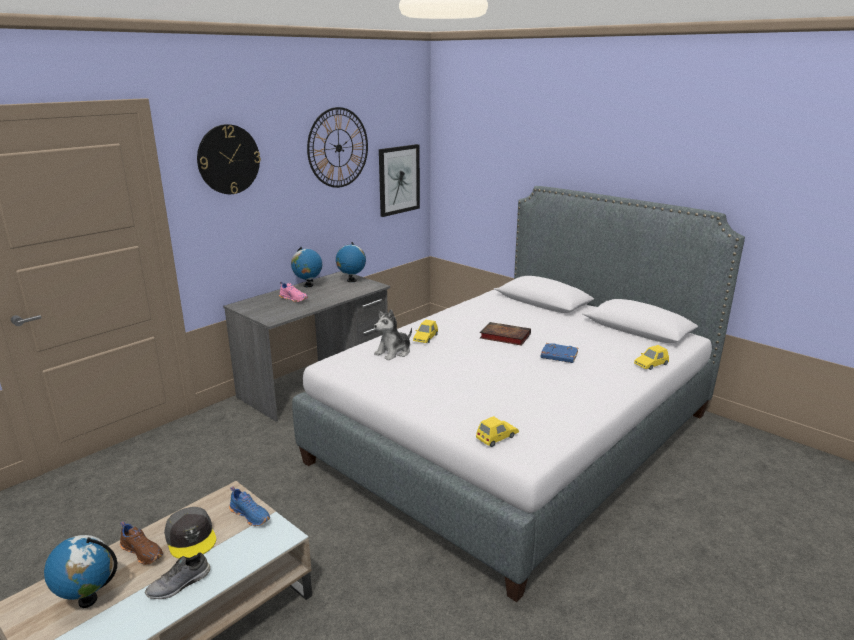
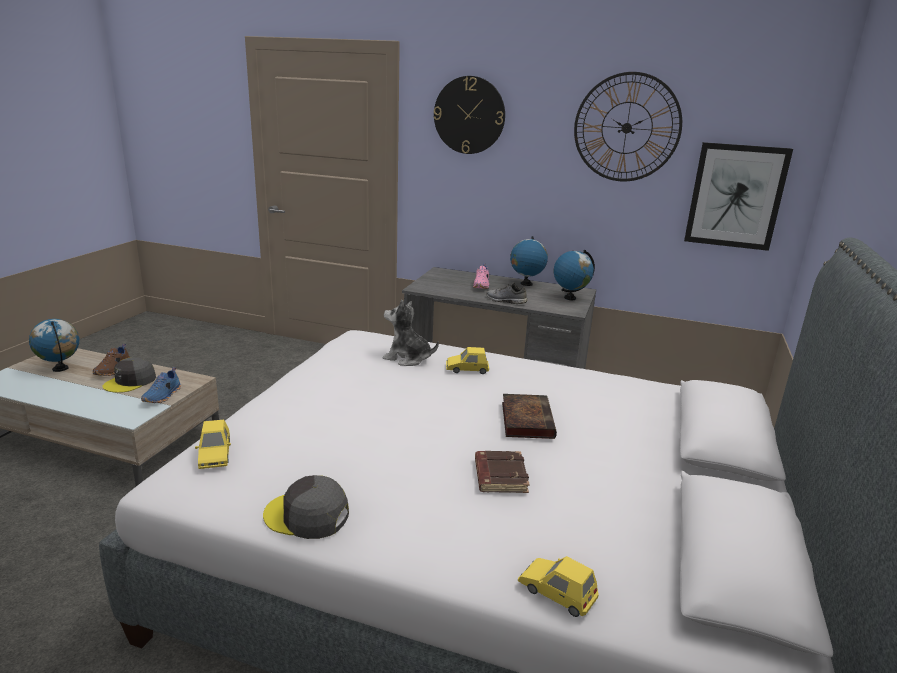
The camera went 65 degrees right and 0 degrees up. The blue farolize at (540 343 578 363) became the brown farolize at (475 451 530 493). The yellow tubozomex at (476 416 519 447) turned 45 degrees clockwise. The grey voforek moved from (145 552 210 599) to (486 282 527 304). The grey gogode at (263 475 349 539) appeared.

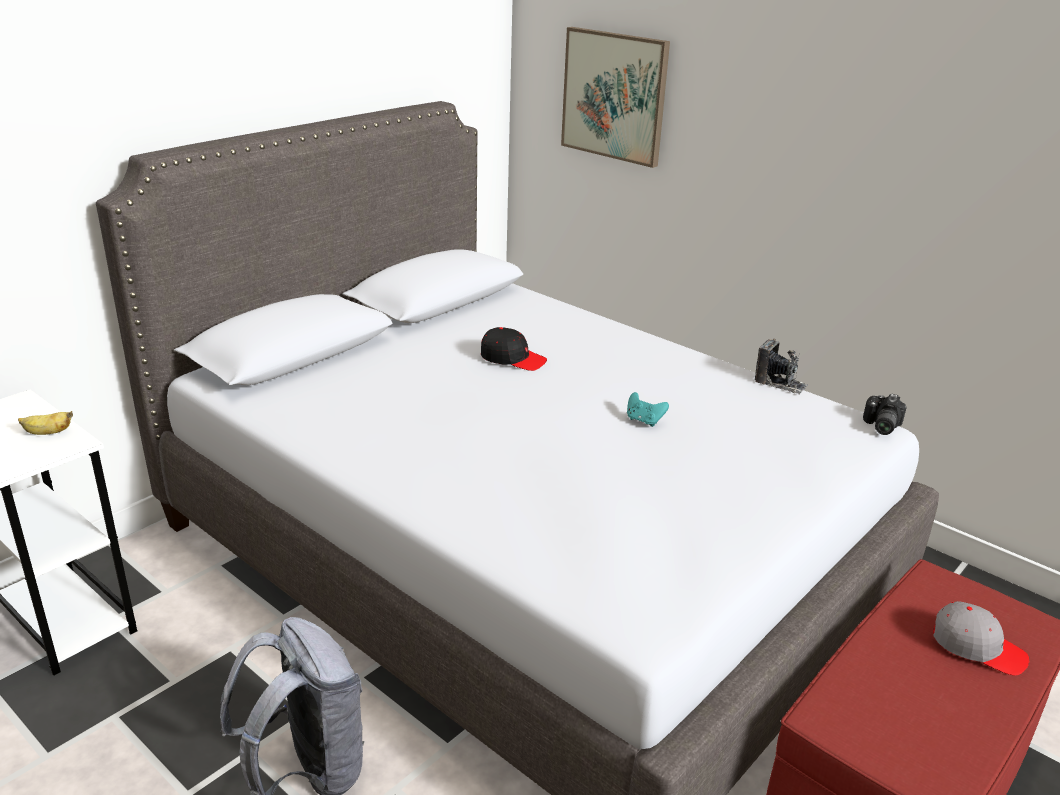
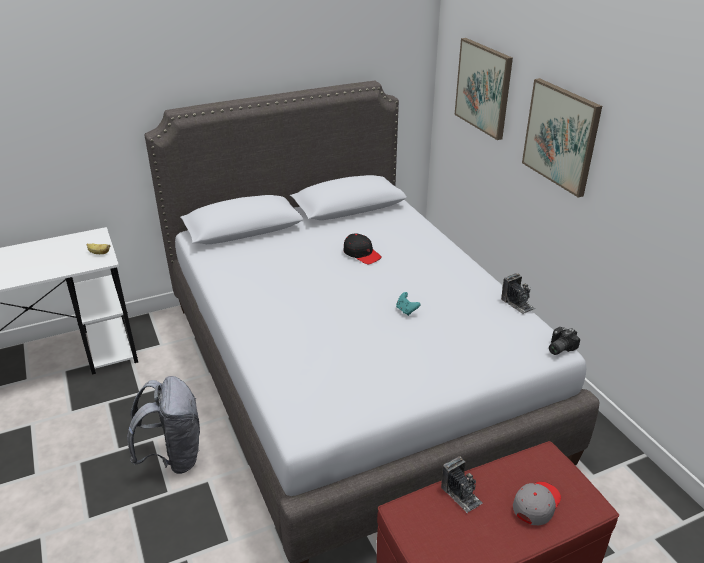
The camera went 25 degrees right and 5 degrees up. The grey gogode at (933 601 1030 675) turned 105 degrees counterclockwise. The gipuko at (522 78 602 198) appeared. The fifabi at (441 456 482 513) appeared.

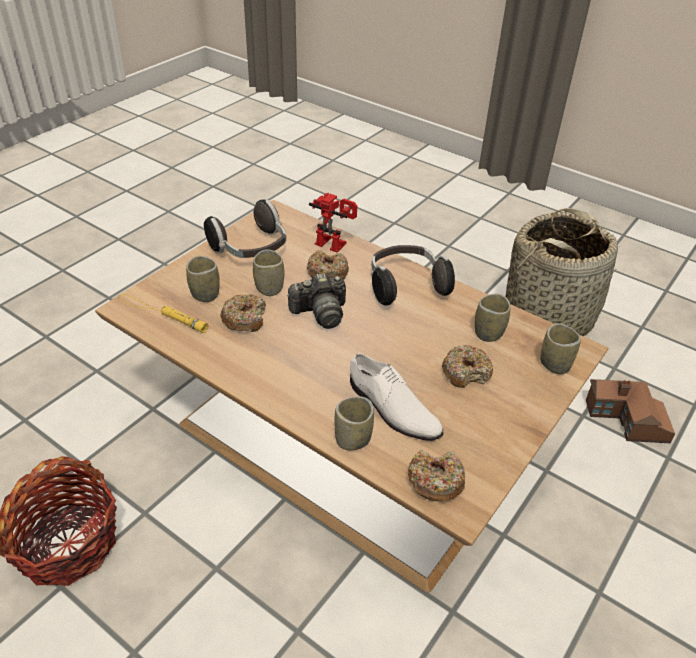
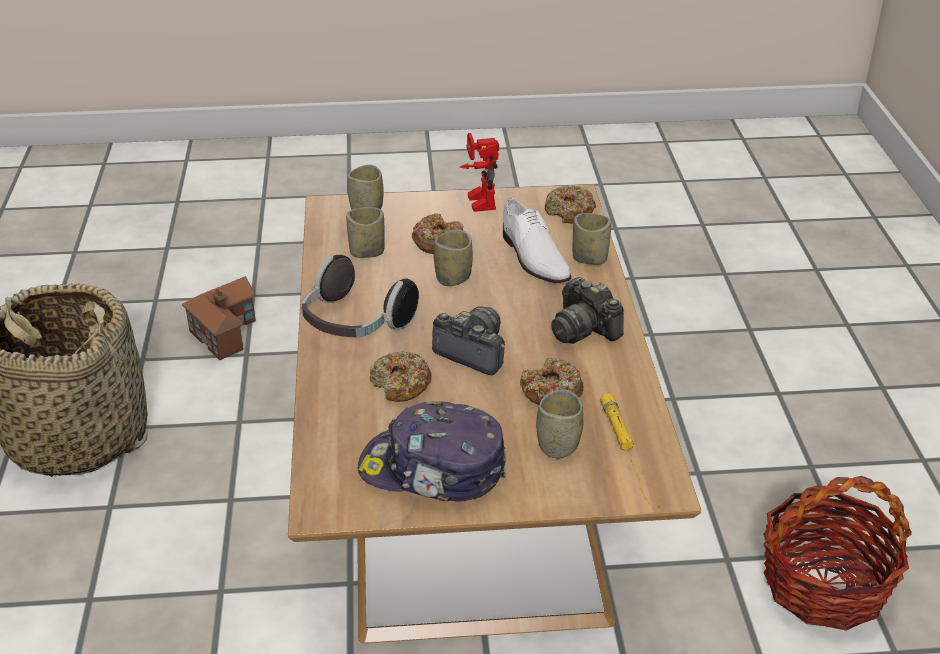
The camera went 130 degrees left and 5 degrees down. The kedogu moved from (309 193 357 253) to (460 133 499 212). The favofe at (204 200 286 258) was replaced by the gogode at (358 401 506 501). The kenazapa moved from (253 249 285 296) to (434 230 473 286). The white voforek at (350 353 443 441) turned 150 degrees clockwise. The fifabi at (551 277 624 344) appeared.

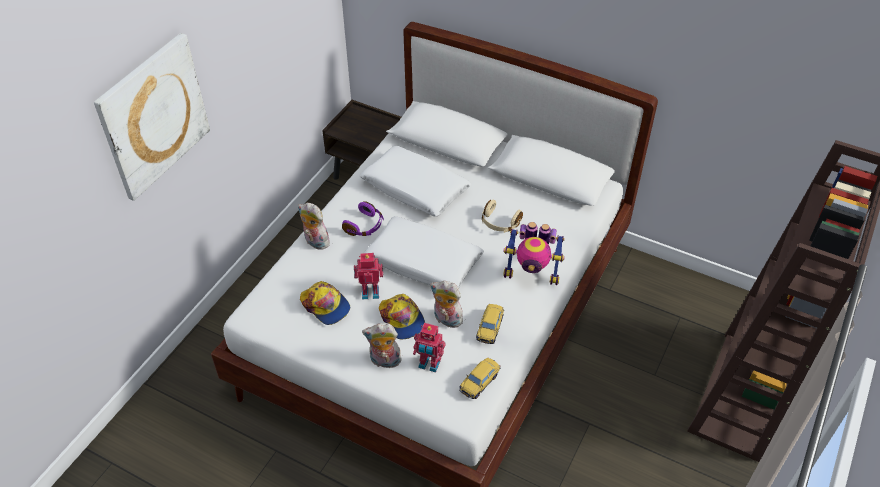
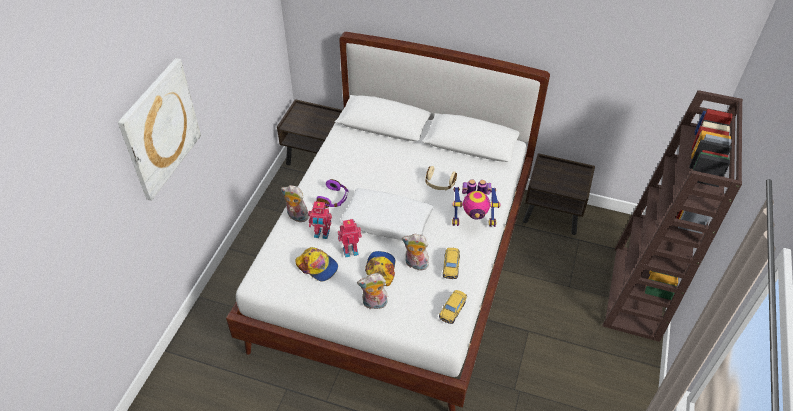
The camera went 10 degrees left and 0 degrees up. The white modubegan at (360 146 471 217) disappeared. The gogode at (379 294 425 339) turned 135 degrees counterclockwise. The kedogu moved from (413 323 446 372) to (308 201 332 239). The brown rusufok at (523 153 595 235) appeared.

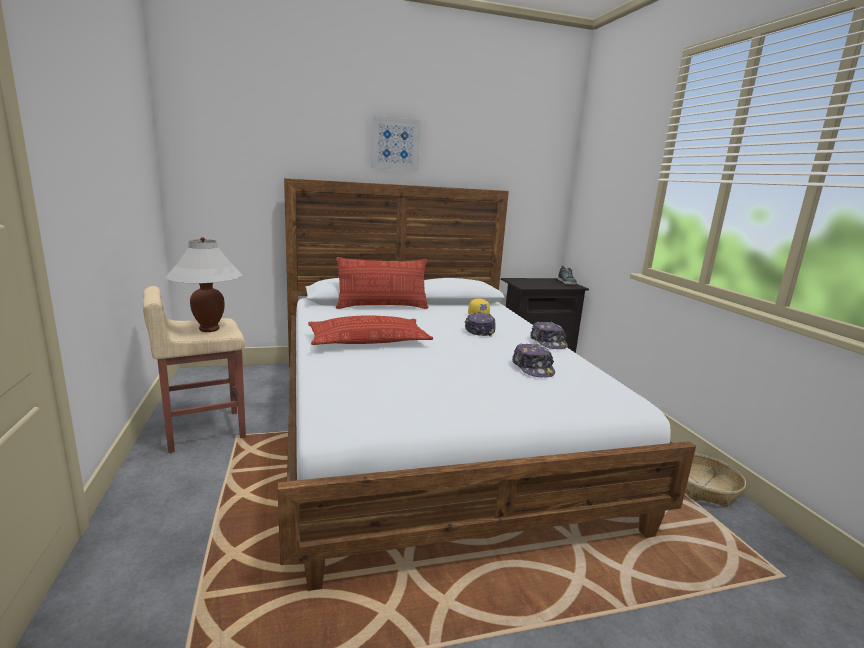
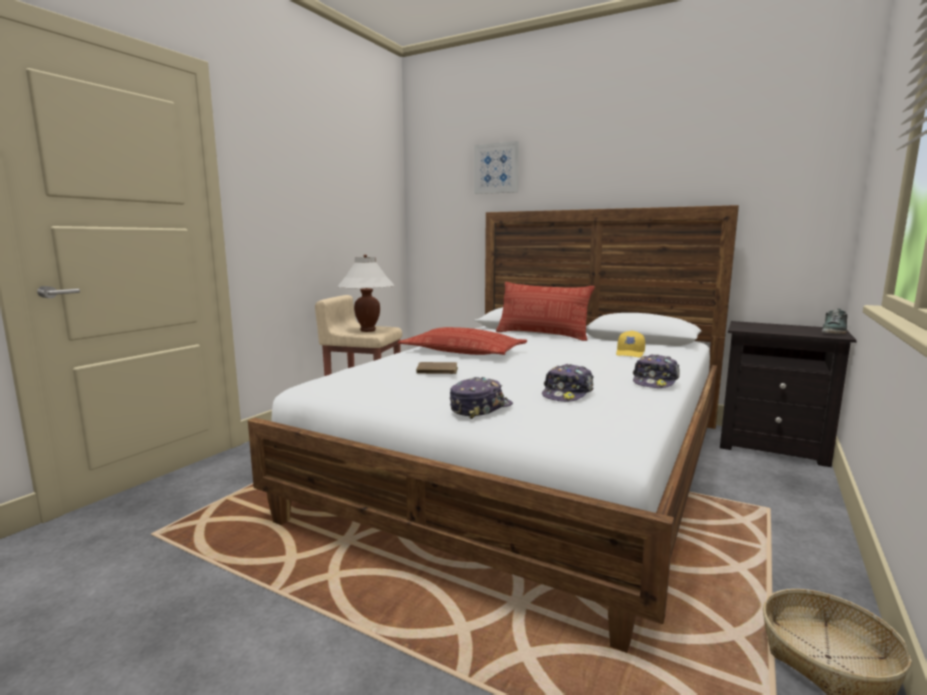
The camera went 45 degrees right and 5 degrees down. The gipuko moved from (371 116 421 171) to (474 141 519 194). The gogode moved from (465 312 496 337) to (450 377 513 419). The brown farolize at (416 362 458 374) appeared.

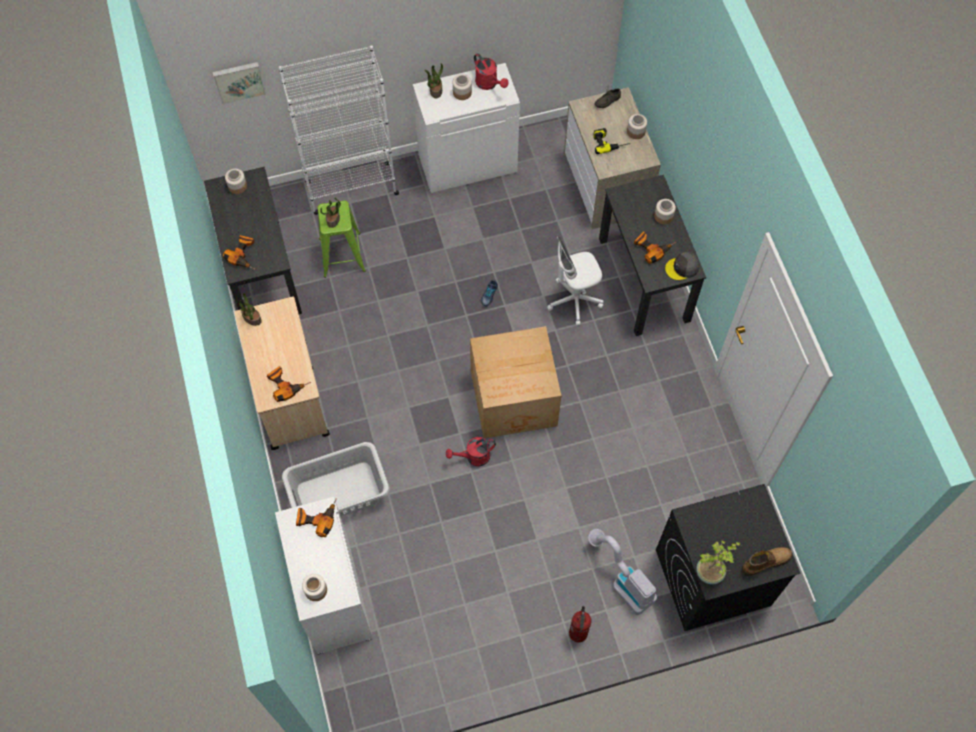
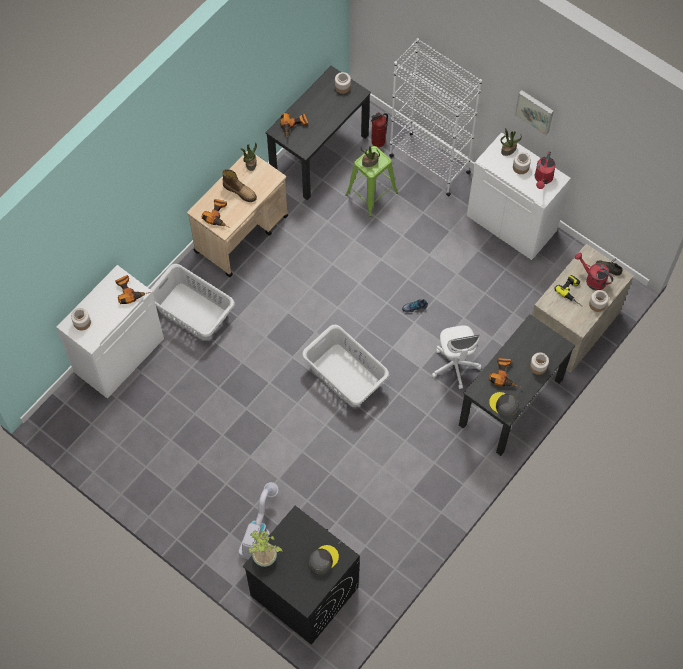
The camera went 55 degrees right and 0 degrees up. The gipuko moved from (212 62 266 105) to (515 90 554 135). The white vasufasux at (547 236 604 325) turned 135 degrees counterclockwise. The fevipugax at (470 326 561 438) was replaced by the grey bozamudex at (302 325 390 407). The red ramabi moved from (446 437 496 466) to (575 253 613 290). The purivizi moved from (742 547 793 576) to (222 169 257 202). The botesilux moved from (569 606 592 642) to (371 112 388 147). The grey gogode at (308 545 339 574) appeared.

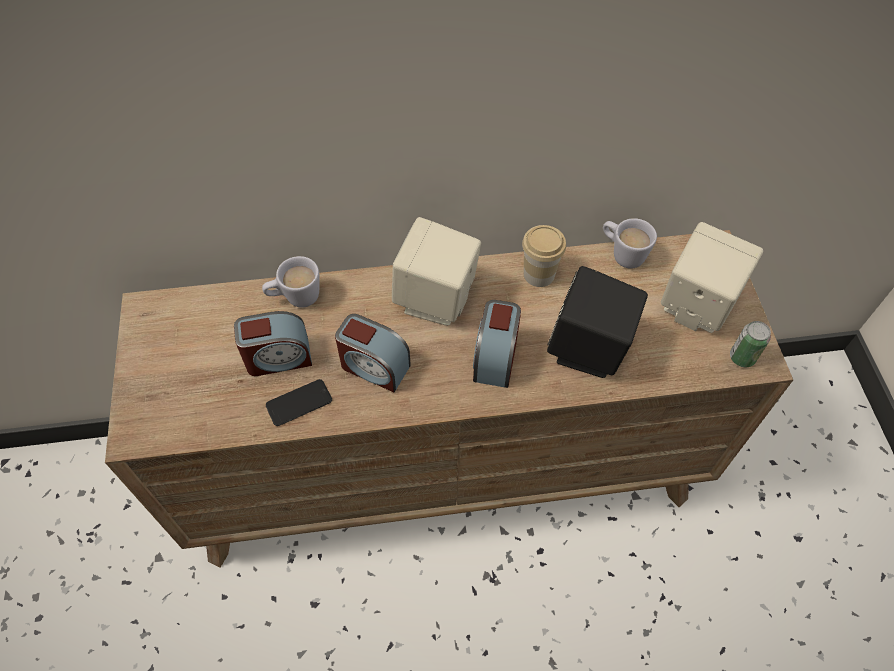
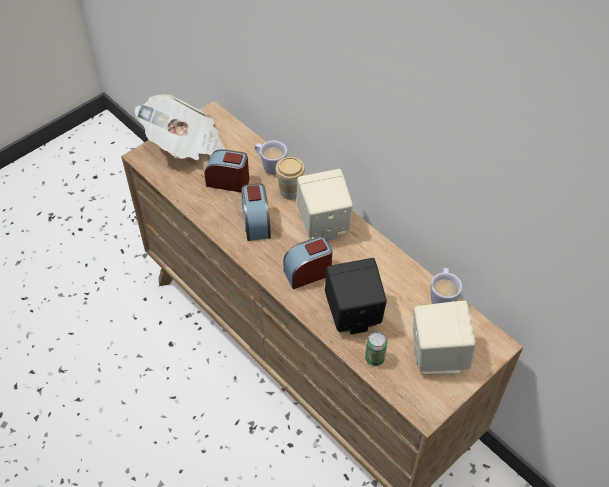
The camera went 55 degrees right and 5 degrees down. The kenazapa moved from (522 225 566 287) to (275 157 305 200). The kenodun at (234 311 312 376) turned 150 degrees clockwise. The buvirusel moved from (730 321 771 367) to (365 332 387 366). The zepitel at (266 379 332 426) disappeared. The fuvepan at (135 94 225 160) appeared.

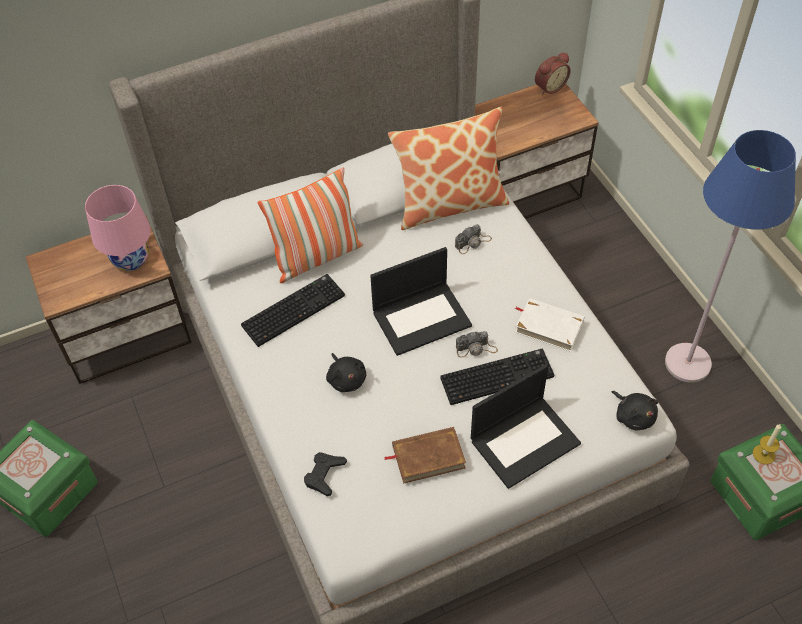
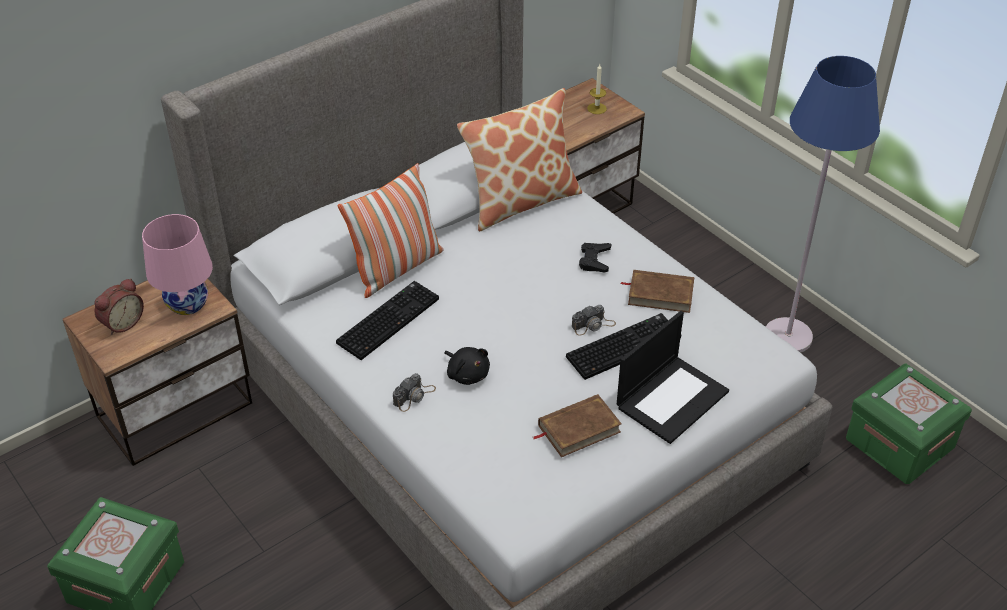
The camera went 15 degrees left and 10 degrees down. The kenodun moved from (535 52 571 95) to (95 278 144 335). The fifabi moved from (455 224 492 254) to (393 373 436 412). The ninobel at (370 247 472 356) disappeared. The white farolize at (515 298 585 352) became the brown farolize at (620 270 694 313). The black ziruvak at (612 391 659 431) disappeared. The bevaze moved from (753 424 781 464) to (587 64 607 114). The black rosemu moved from (304 452 347 496) to (579 243 611 273).

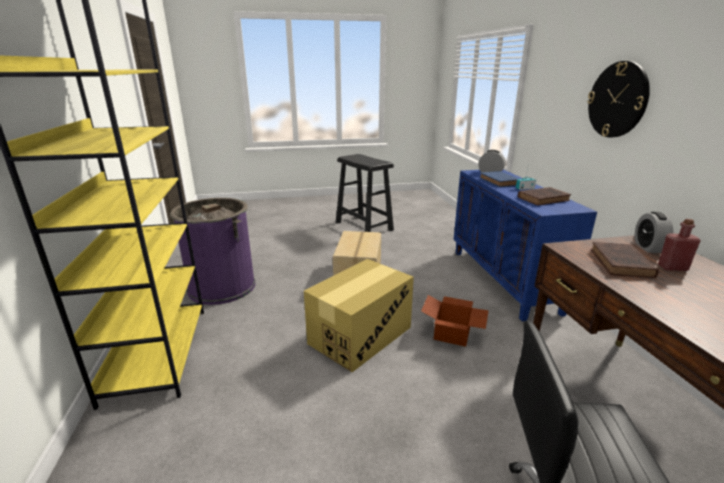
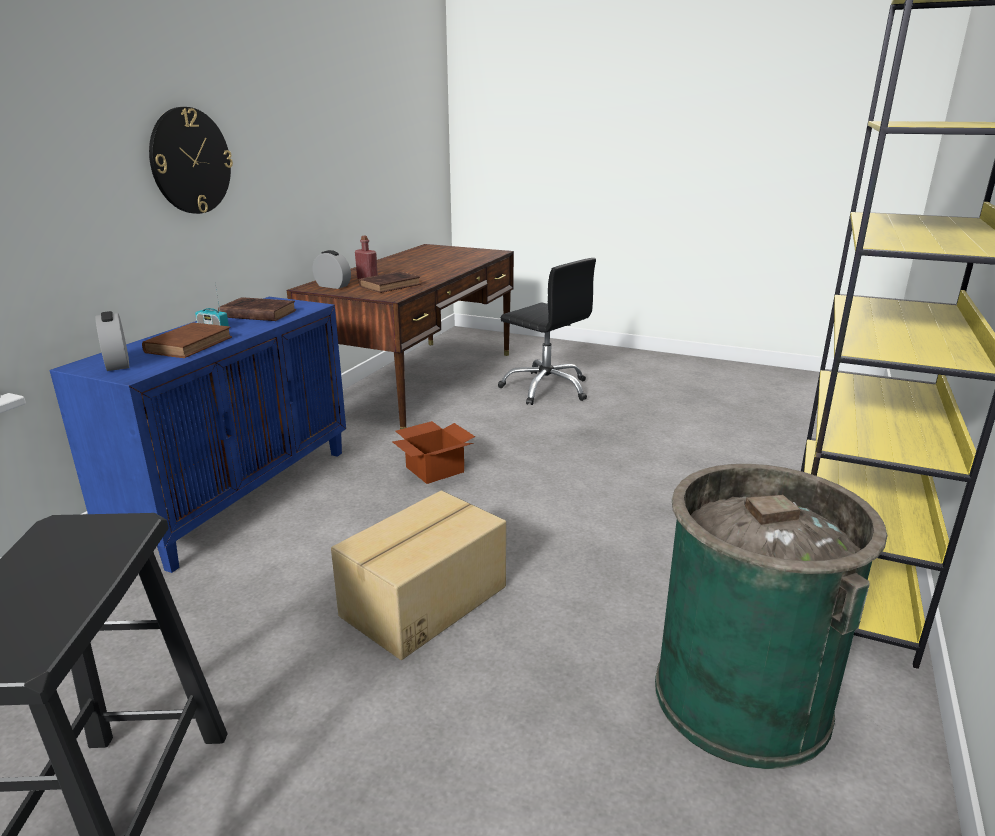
The camera went 145 degrees left and 0 degrees up. The blue farolize at (480 171 519 187) became the brown farolize at (142 322 232 358). The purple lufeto at (170 198 255 305) became the green lufeto at (655 464 887 769). The kenodun at (635 212 673 253) turned 105 degrees counterclockwise. The fevipugax at (304 259 414 372) disappeared.

